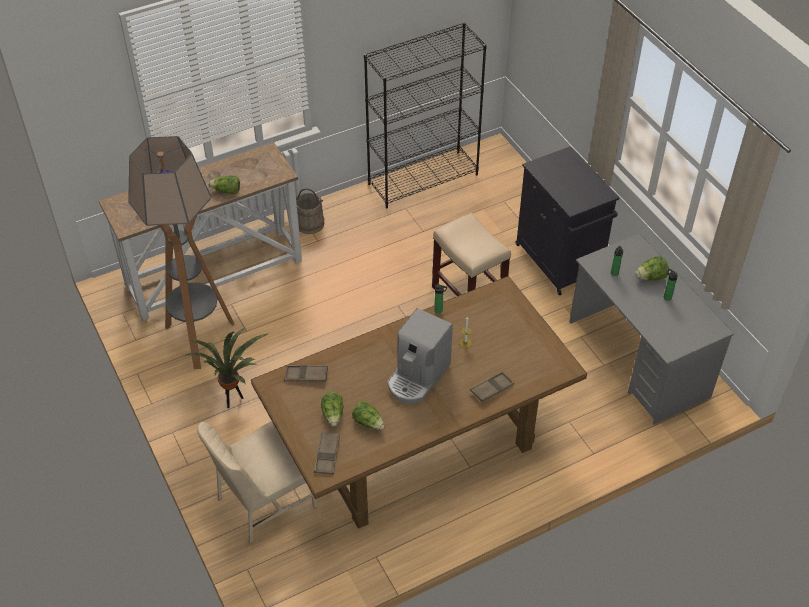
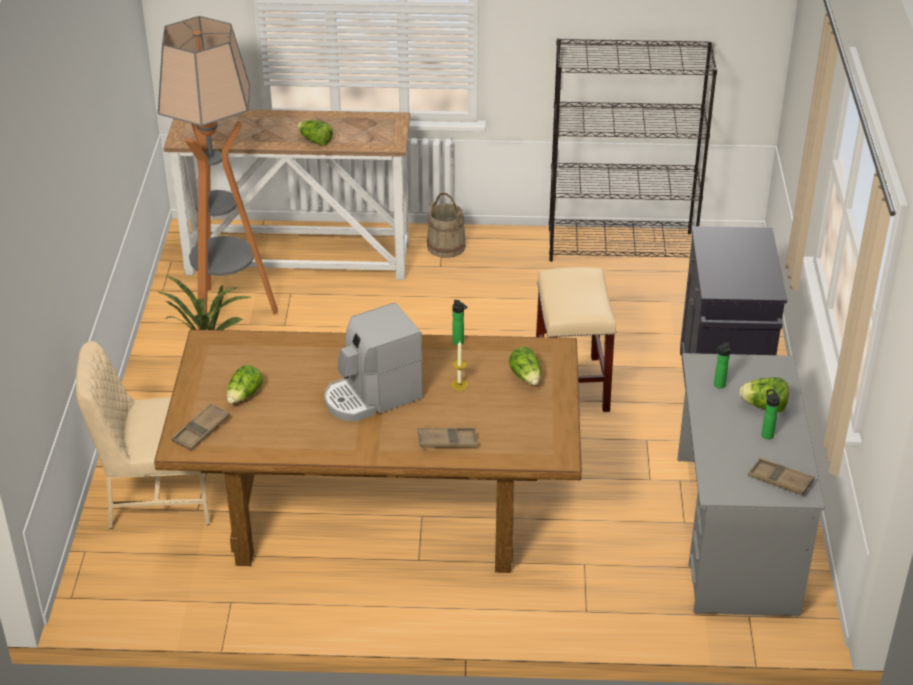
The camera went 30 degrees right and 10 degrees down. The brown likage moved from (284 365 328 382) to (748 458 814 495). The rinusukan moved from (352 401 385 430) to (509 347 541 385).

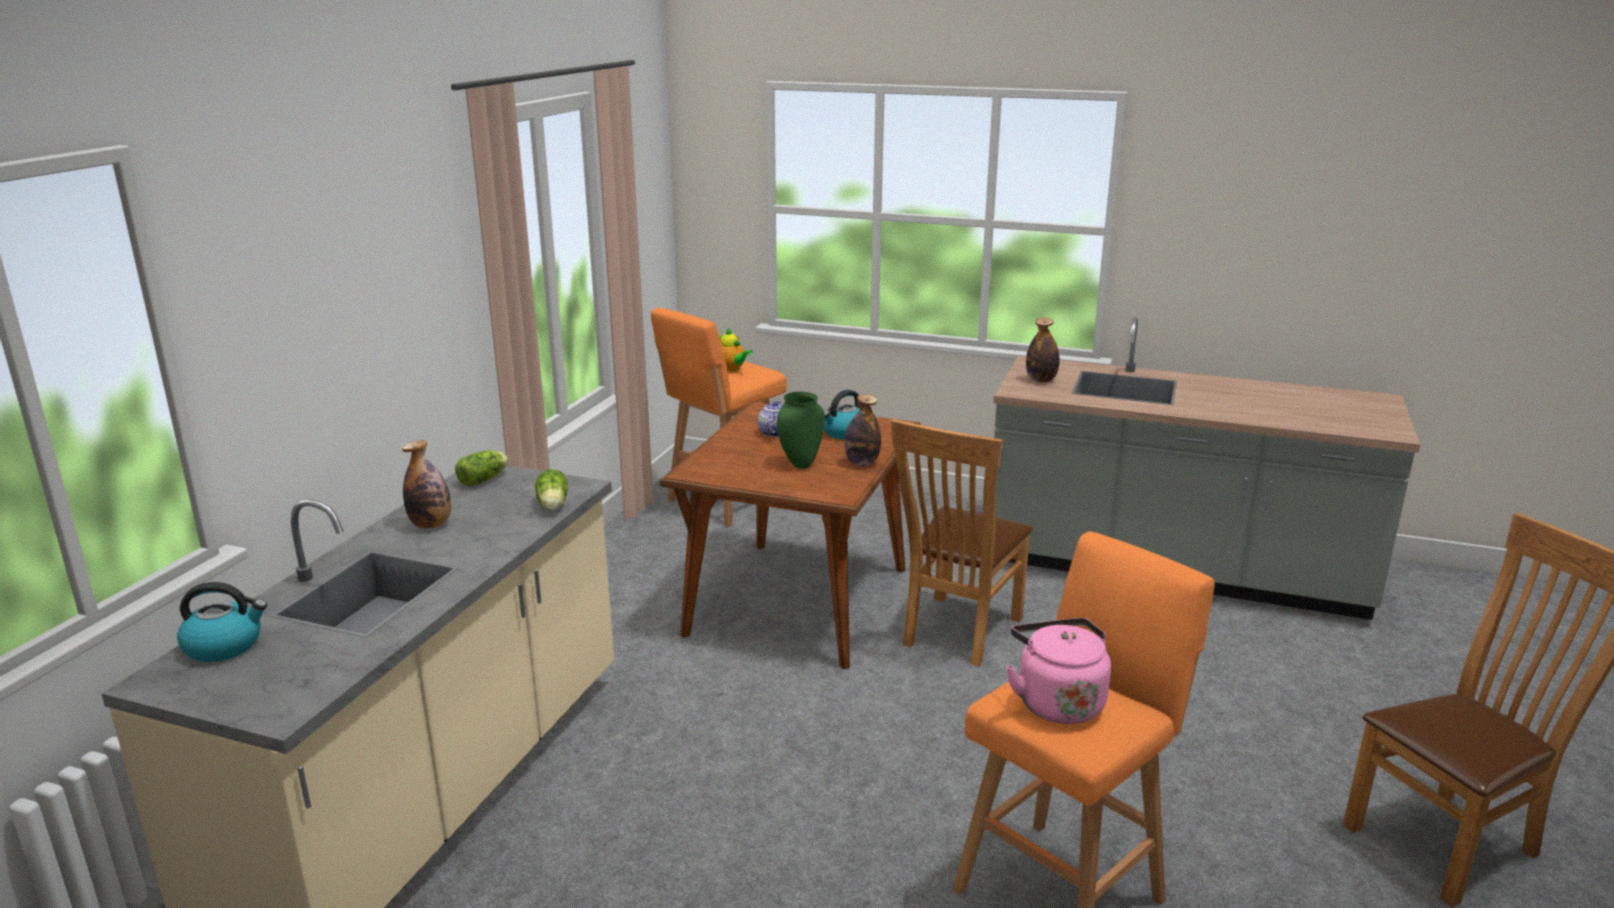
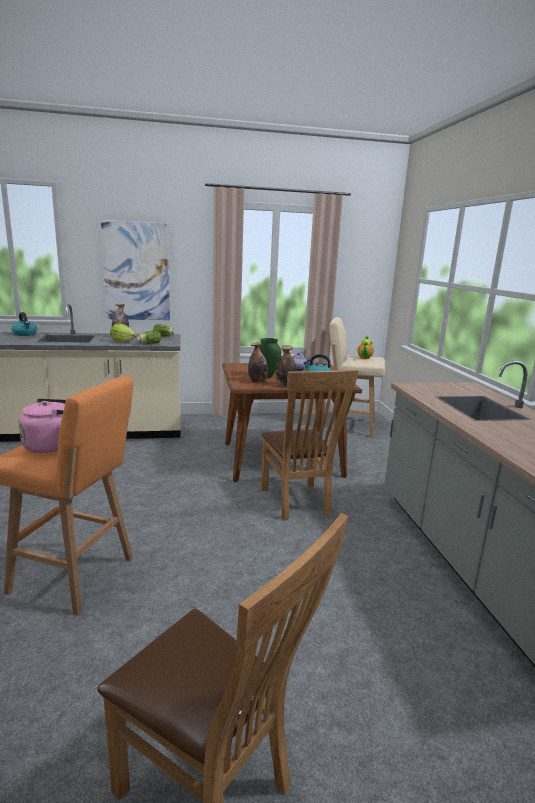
The camera went 60 degrees right and 5 degrees down. The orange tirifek at (651 308 787 527) became the beige tirifek at (329 317 385 438). The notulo moved from (1026 317 1060 382) to (248 342 268 383). The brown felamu at (891 419 1033 667) turned 105 degrees counterclockwise. The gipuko at (101 220 170 320) appeared. The rinusukan at (110 323 137 343) appeared.

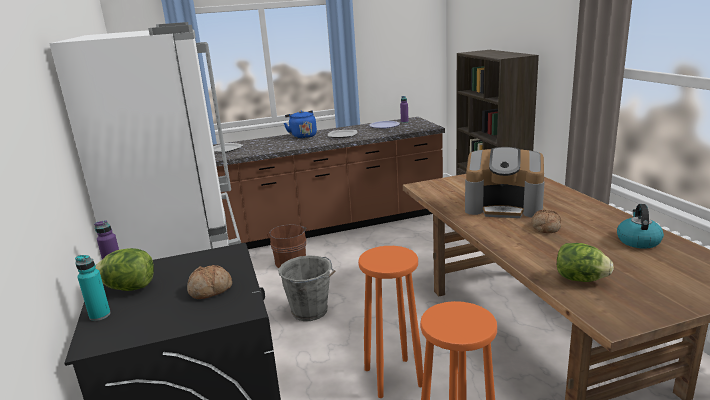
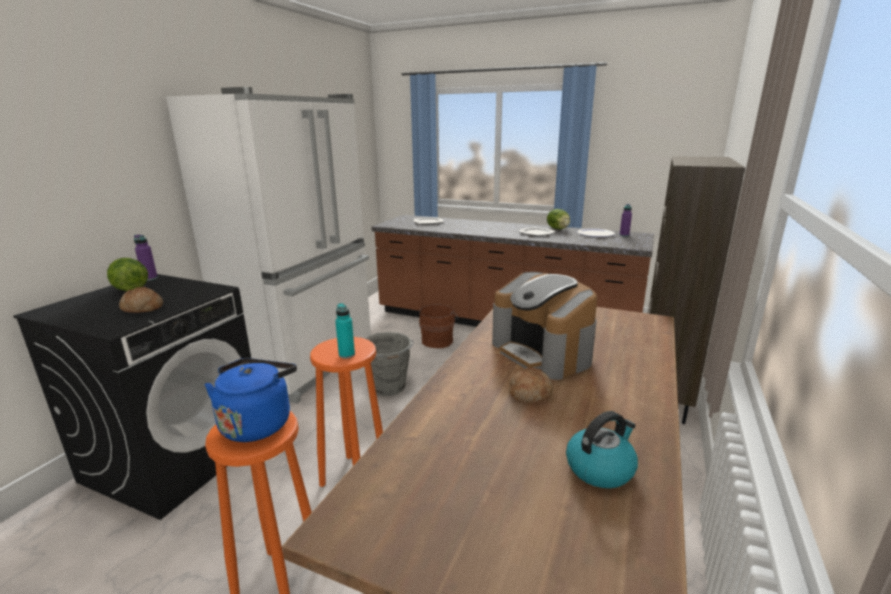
The camera went 40 degrees right and 0 degrees up. The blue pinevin moved from (284 110 317 139) to (205 358 297 442). The rinusukan moved from (557 243 614 282) to (547 209 570 229). The turquoise notulo moved from (75 255 111 321) to (335 303 355 359).

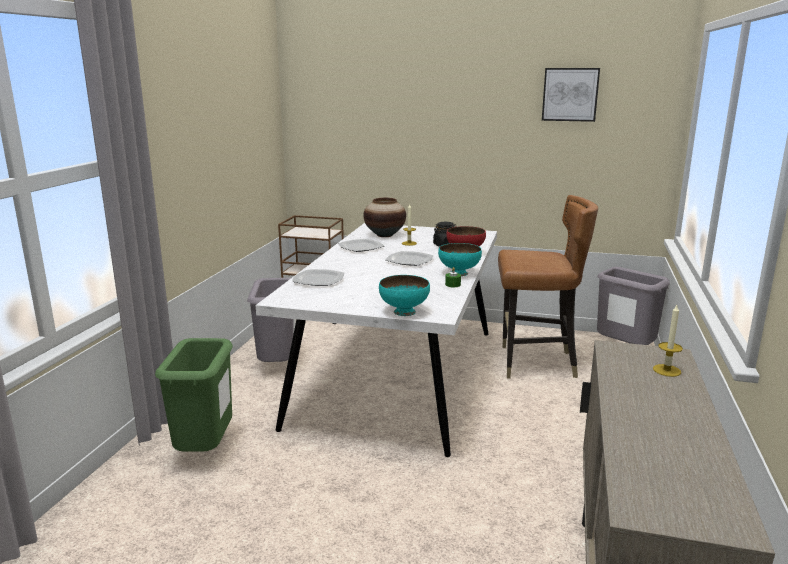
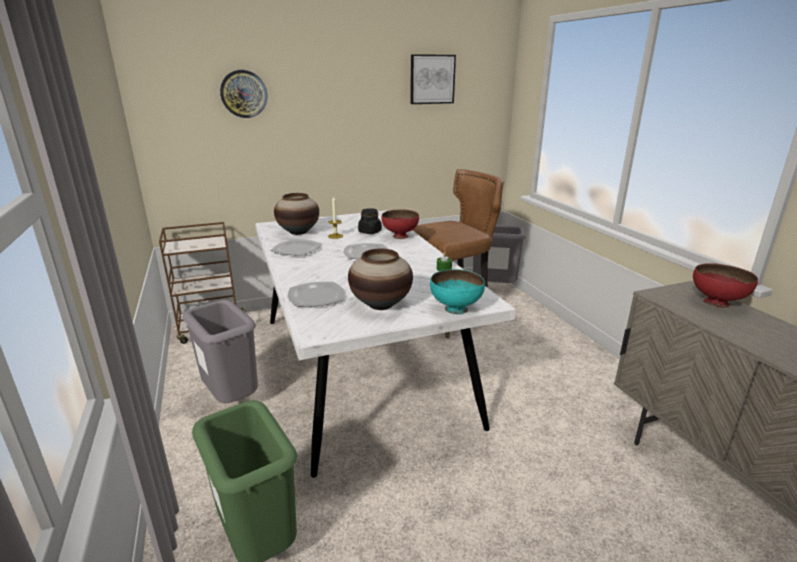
The camera went 35 degrees left and 5 degrees up. The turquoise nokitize at (438 243 482 276) disappeared. The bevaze at (653 305 683 377) was replaced by the red nokitize at (693 263 758 308). The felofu at (220 70 267 118) appeared. The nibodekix at (348 248 413 310) appeared.

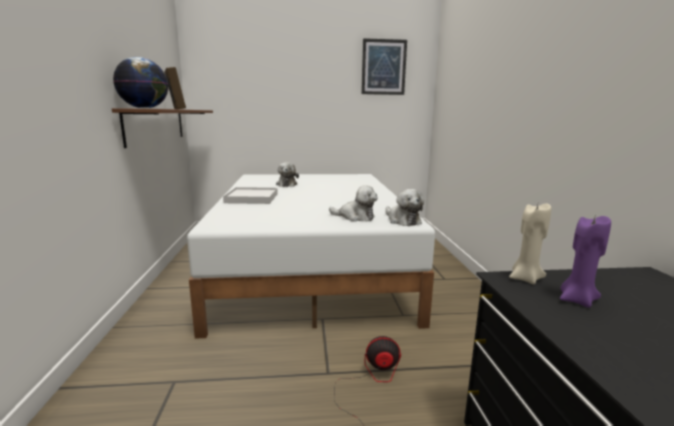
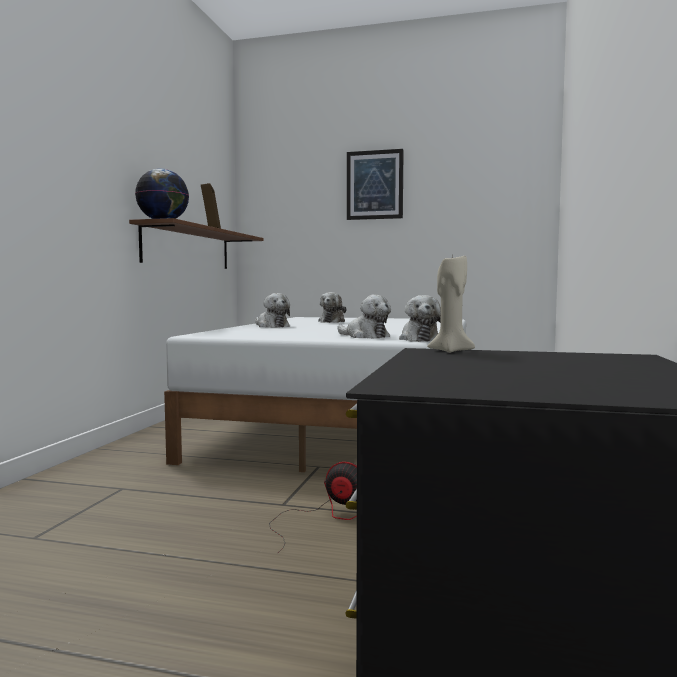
The camera went 20 degrees right and 10 degrees down. The gipuko moved from (361 38 407 95) to (347 149 404 220). The white likage at (223 187 278 204) was replaced by the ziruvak at (255 293 290 328). The purple bevaze at (560 216 611 308) disappeared.

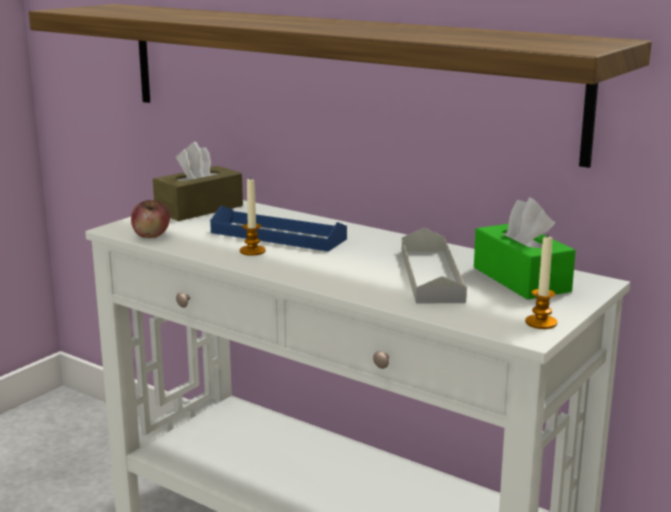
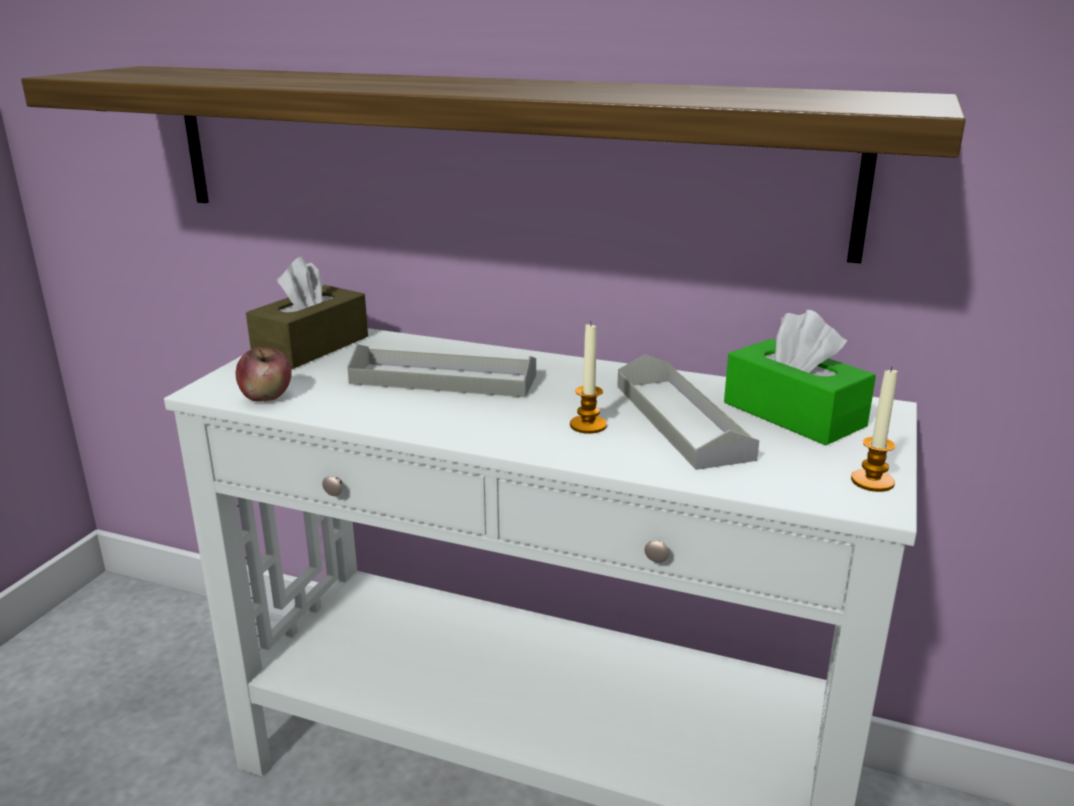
The camera went 15 degrees left and 5 degrees up. The bevaze moved from (240 177 266 256) to (570 323 607 434). The blue likage at (210 206 347 252) became the grey likage at (347 344 536 397).

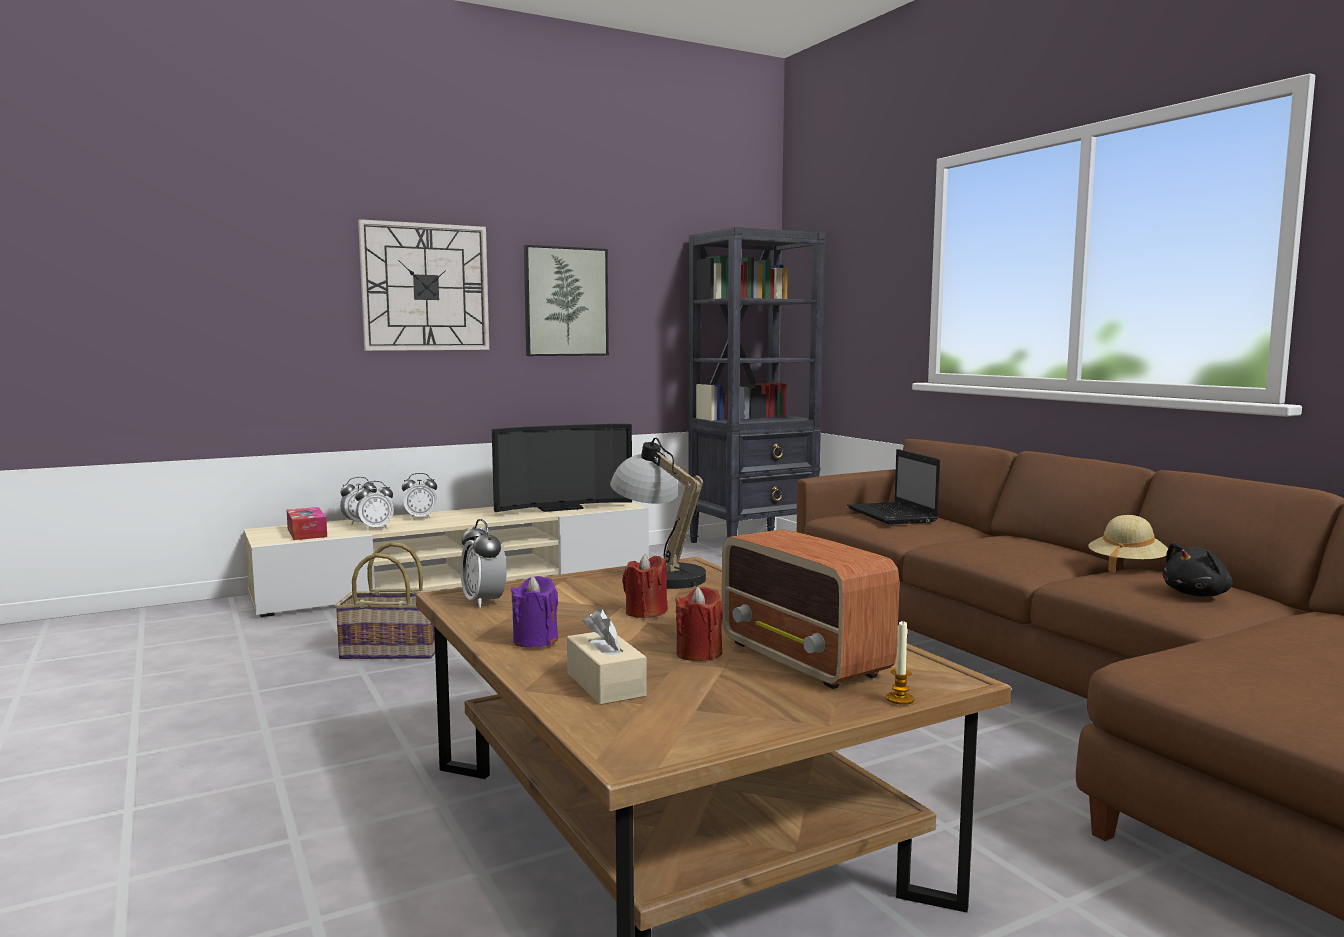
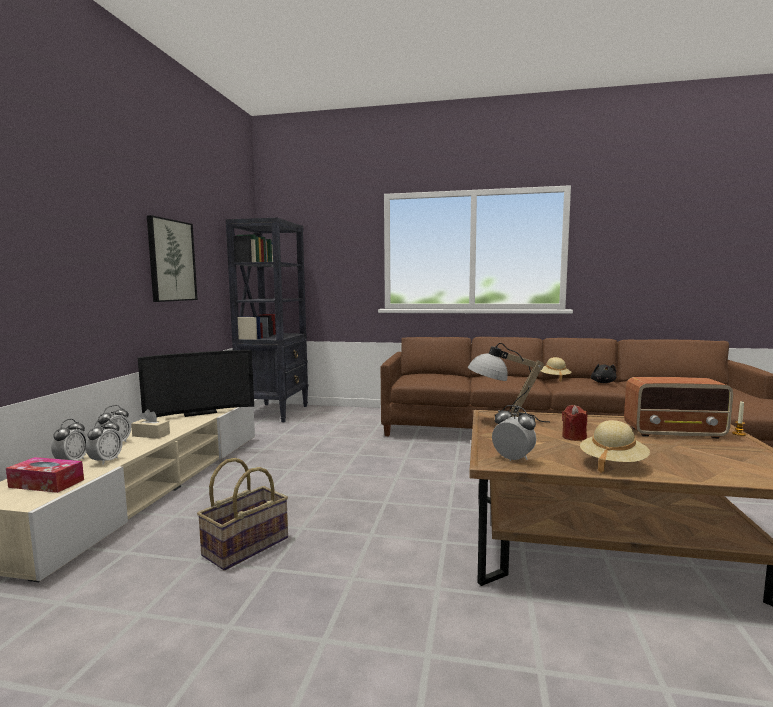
The camera went 50 degrees left and 0 degrees up. The felofu at (358 219 489 351) disappeared. The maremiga at (492 424 632 512) turned 45 degrees clockwise. The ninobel at (847 449 940 525) disappeared. The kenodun at (460 519 507 608) turned 150 degrees counterclockwise. The purple bevaze at (511 576 558 648) was replaced by the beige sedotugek at (580 420 650 473). The red bevaze at (675 587 723 661) disappeared. The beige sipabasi moved from (567 608 647 705) to (131 409 170 439).

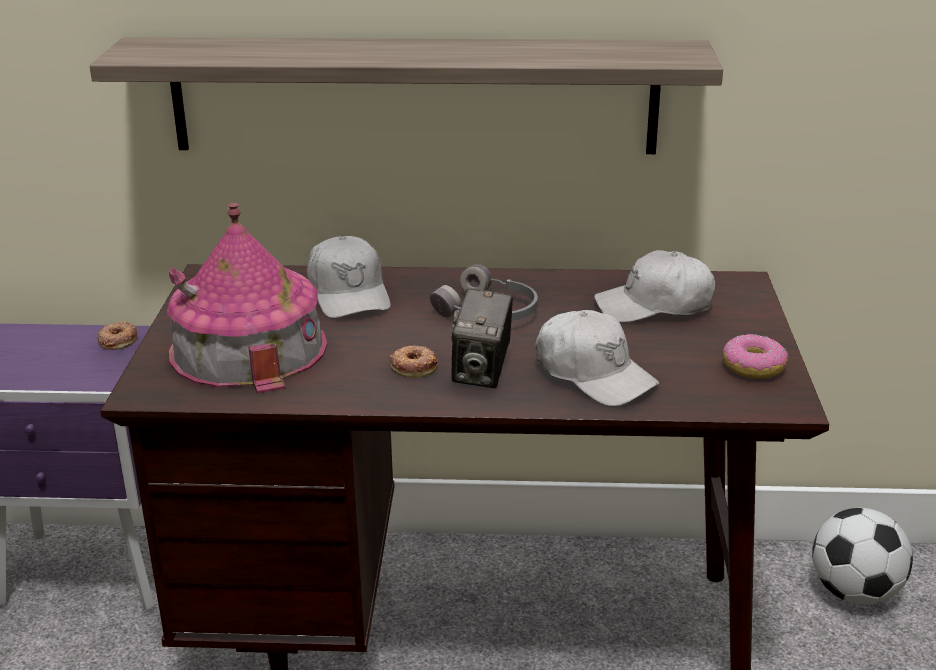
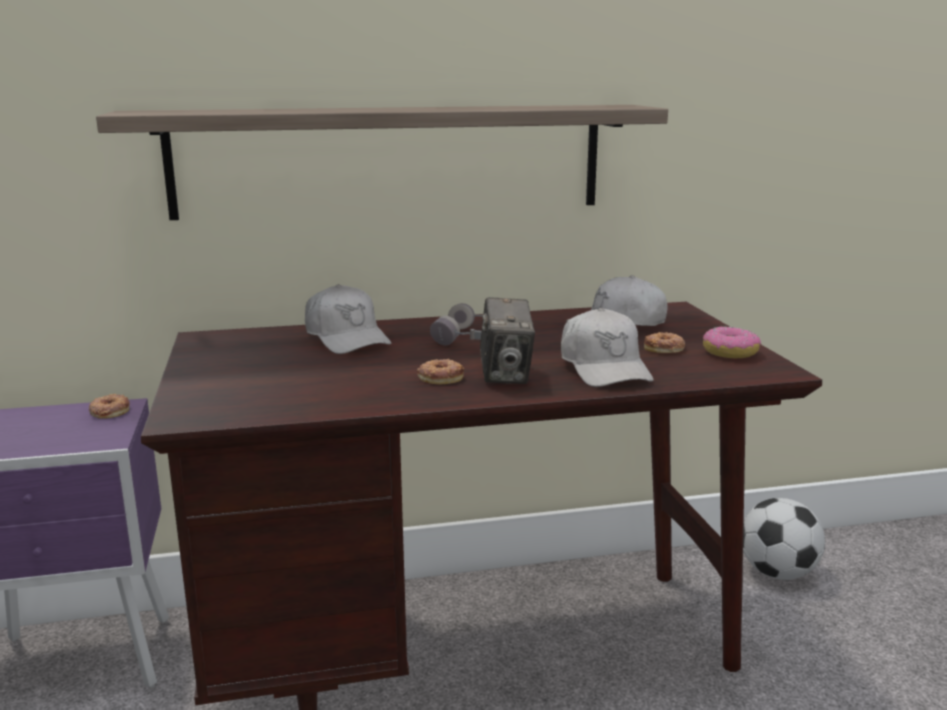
The camera went 15 degrees left and 10 degrees down. The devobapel at (167 203 327 394) disappeared. The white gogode at (535 310 659 407) turned 45 degrees clockwise. The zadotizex at (644 332 685 353) appeared.

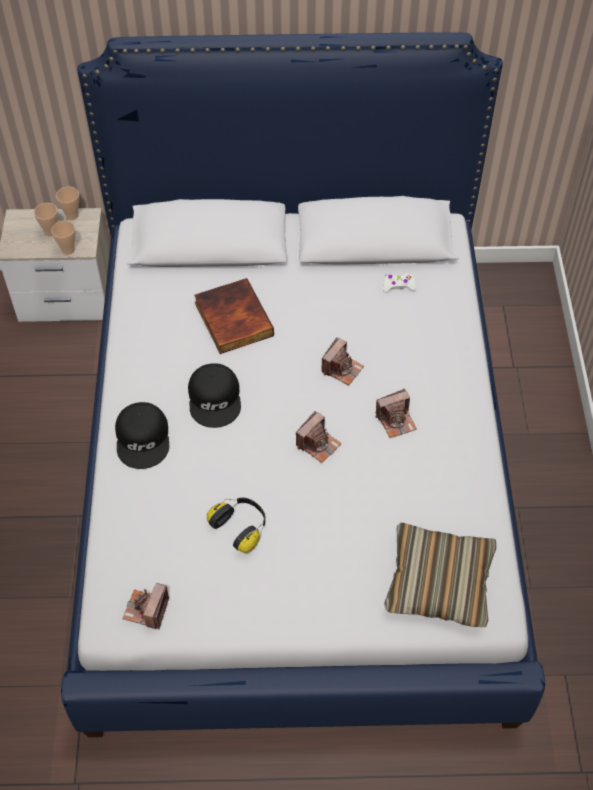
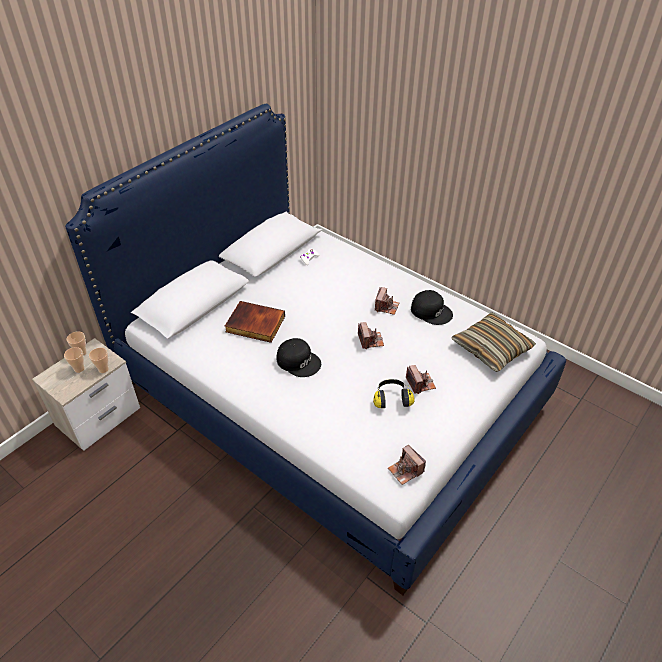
The camera went 50 degrees left and 10 degrees down. The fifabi moved from (321 337 364 385) to (406 365 436 394). The black gogode moved from (115 402 169 469) to (411 290 453 325).

